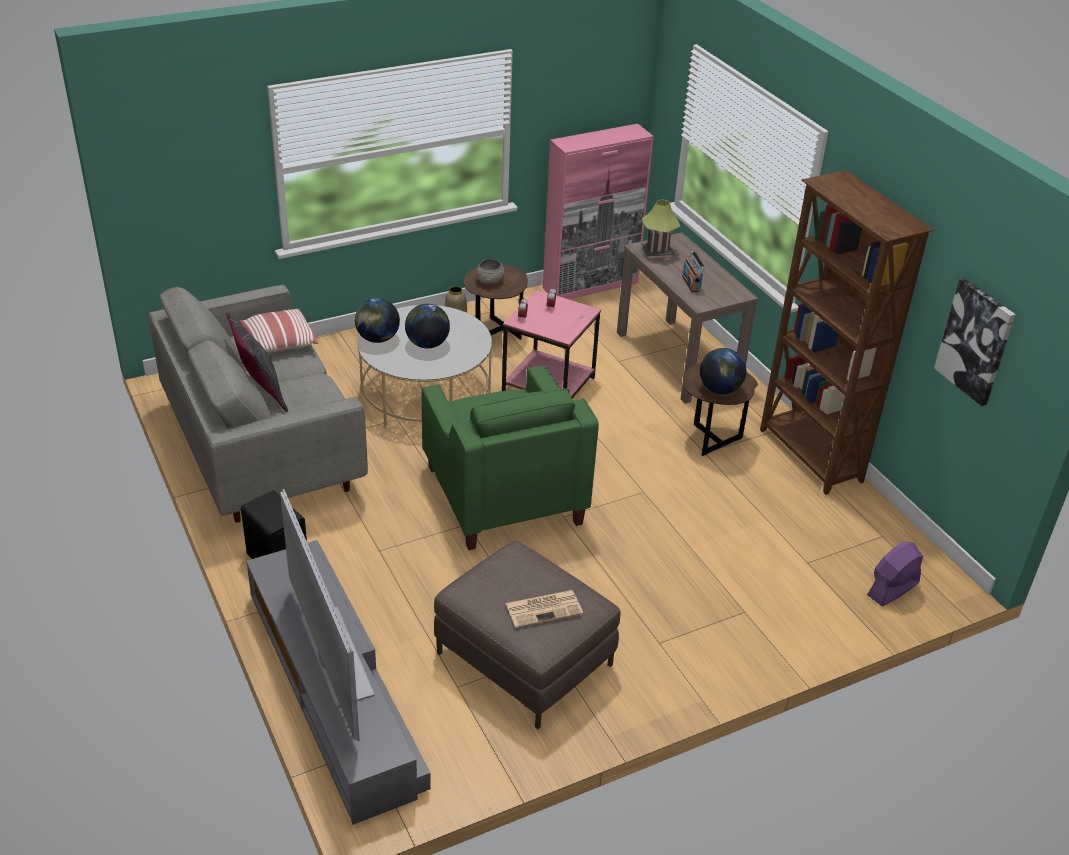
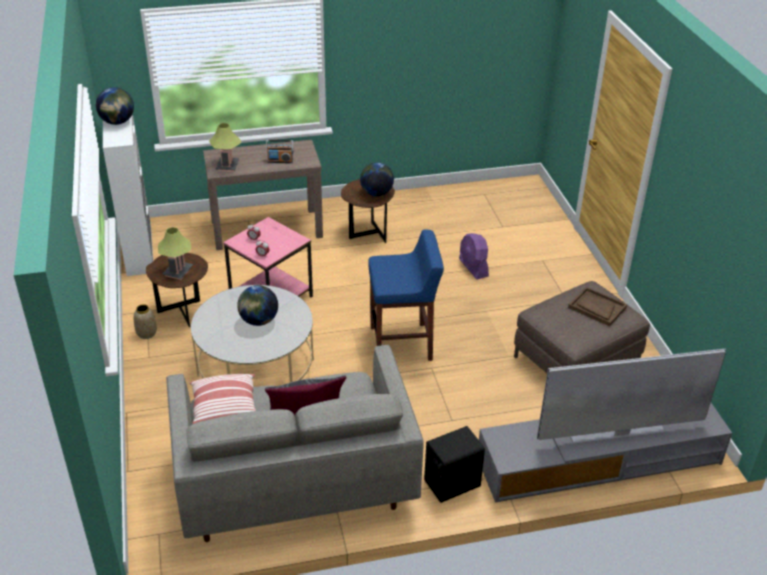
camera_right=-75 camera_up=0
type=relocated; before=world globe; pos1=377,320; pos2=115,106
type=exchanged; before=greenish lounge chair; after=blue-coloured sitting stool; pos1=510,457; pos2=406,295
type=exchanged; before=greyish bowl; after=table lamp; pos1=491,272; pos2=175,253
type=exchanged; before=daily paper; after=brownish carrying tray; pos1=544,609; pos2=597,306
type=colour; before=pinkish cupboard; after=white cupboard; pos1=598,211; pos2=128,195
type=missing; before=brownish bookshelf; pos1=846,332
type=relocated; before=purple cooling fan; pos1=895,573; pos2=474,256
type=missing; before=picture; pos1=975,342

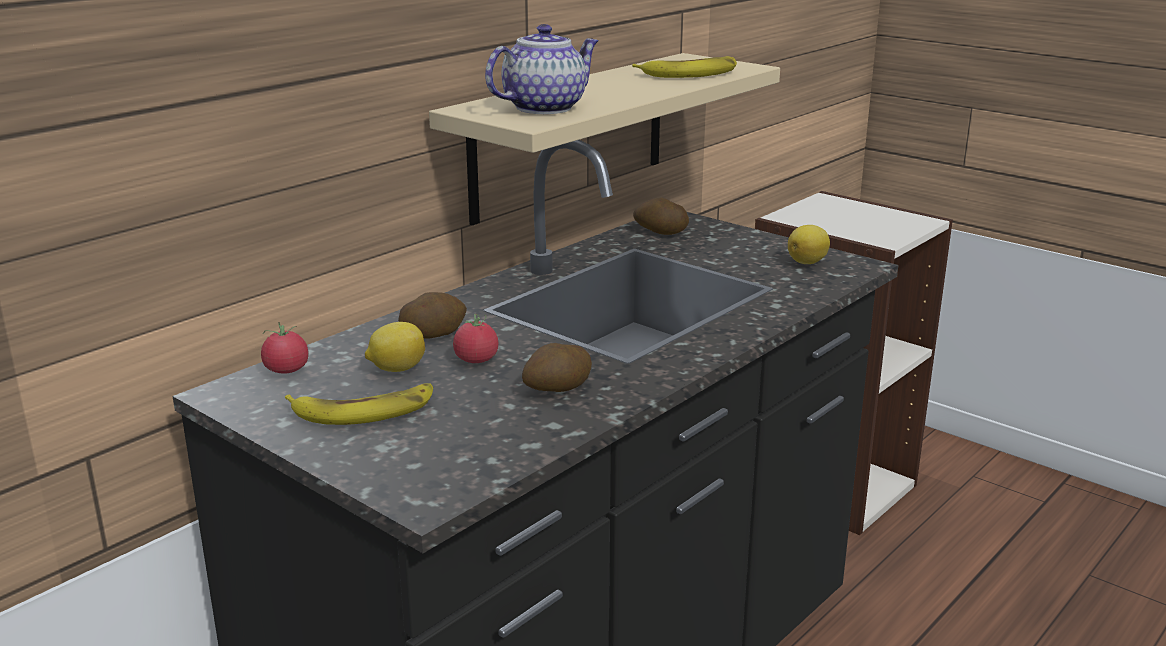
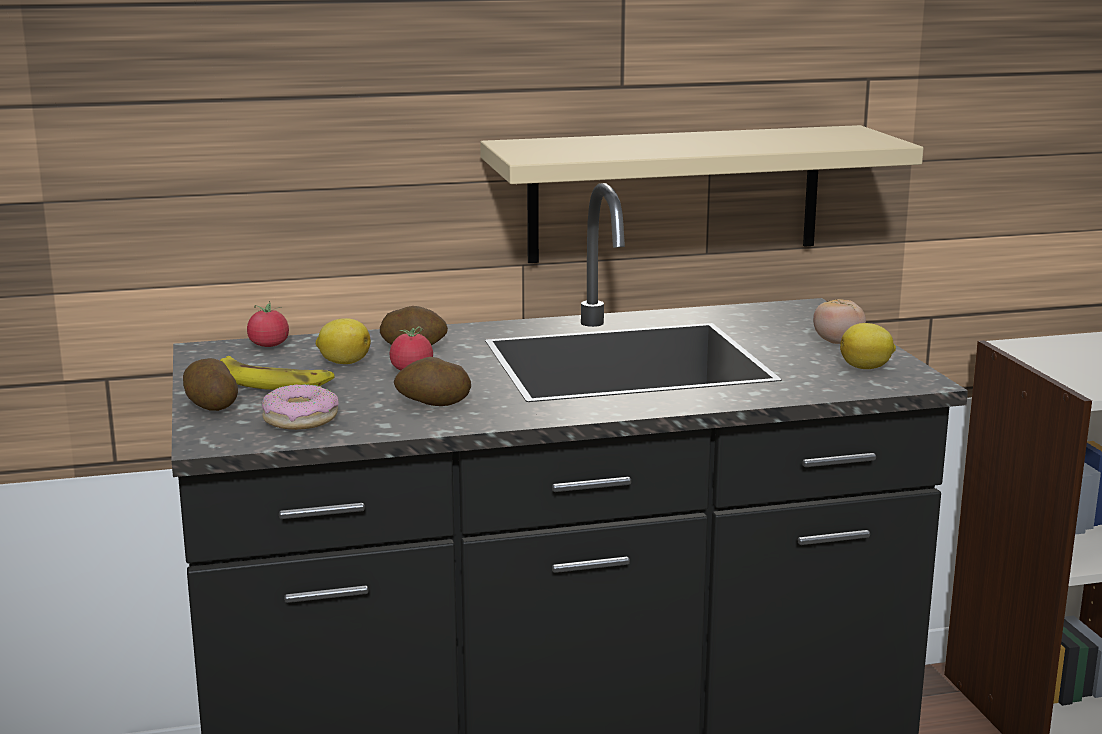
camera_right=35 camera_up=-5
type=missing; before=teapot; pos1=542,69
type=missing; before=whole banana; pos1=684,67
type=relocated; before=potato; pos1=661,216; pos2=210,384
type=appeared; after=donut; pos2=300,407
type=appeared; after=fresh tomato; pos2=839,321

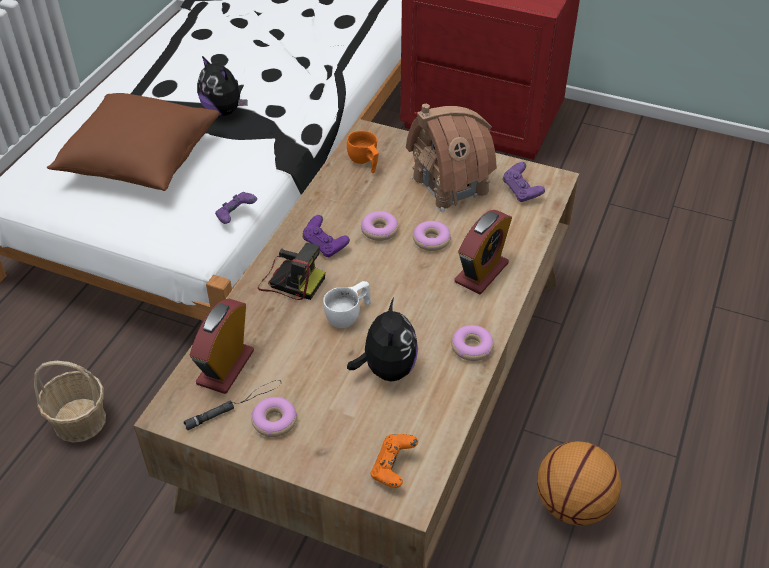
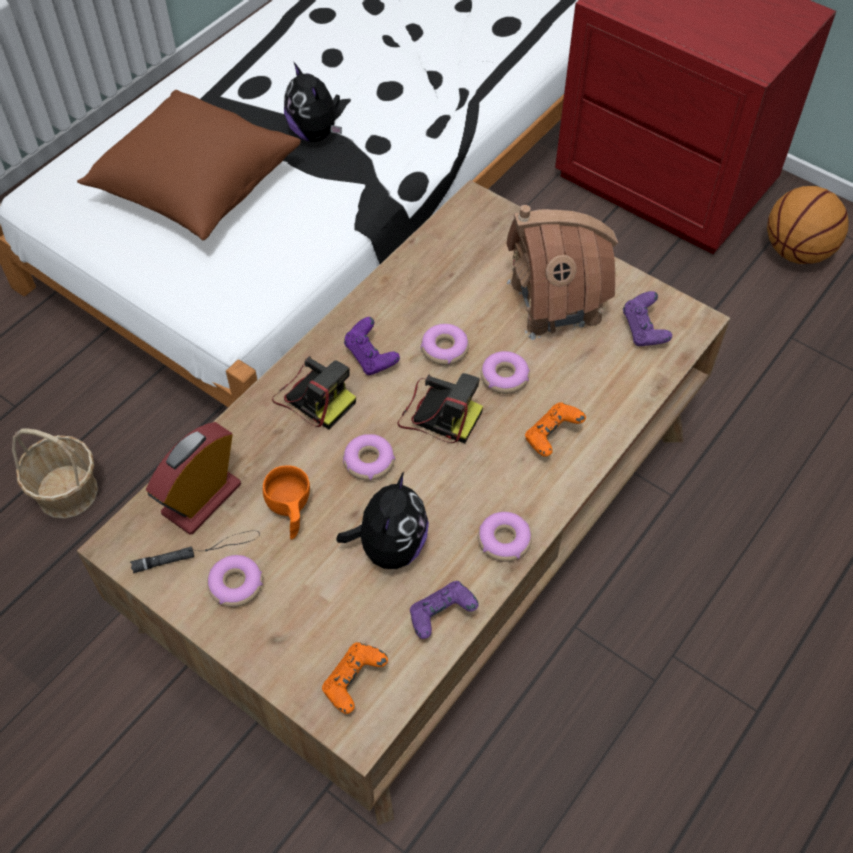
camera_right=15 camera_up=10
type=relocated; before=purple gamepad; pos1=236,208; pos2=444,610
type=exchanged; before=white drinking cup; after=donut; pos1=347,304; pos2=369,457
type=relocated; before=orange-coloured drinking cup; pos1=363,152; pos2=286,502
type=exchanged; before=bedside clock; after=orange-coloured gamepad; pos1=483,252; pos2=555,429
type=relocated; before=basketball ball; pos1=579,483; pos2=808,225
type=appeared; after=photo camera; pos2=440,408

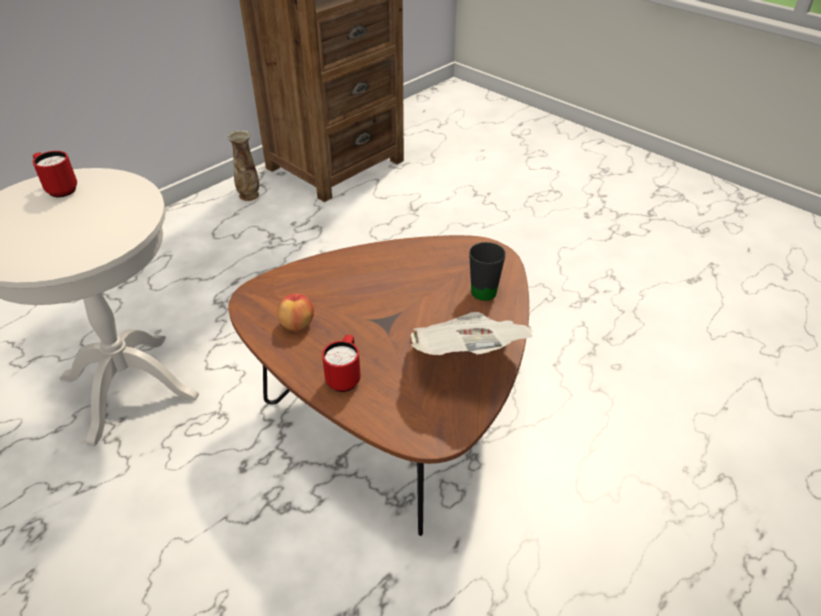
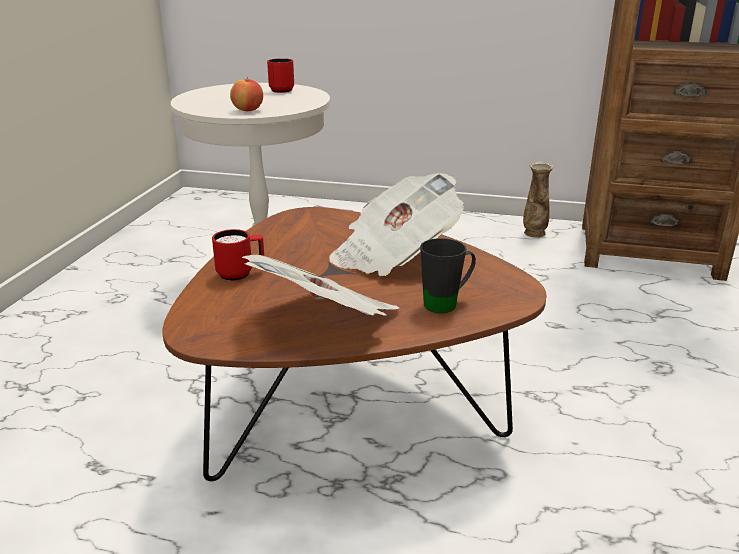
camera_right=60 camera_up=-15
type=relocated; before=apple; pos1=295,312; pos2=246,94
type=appeared; after=daily paper; pos2=396,224

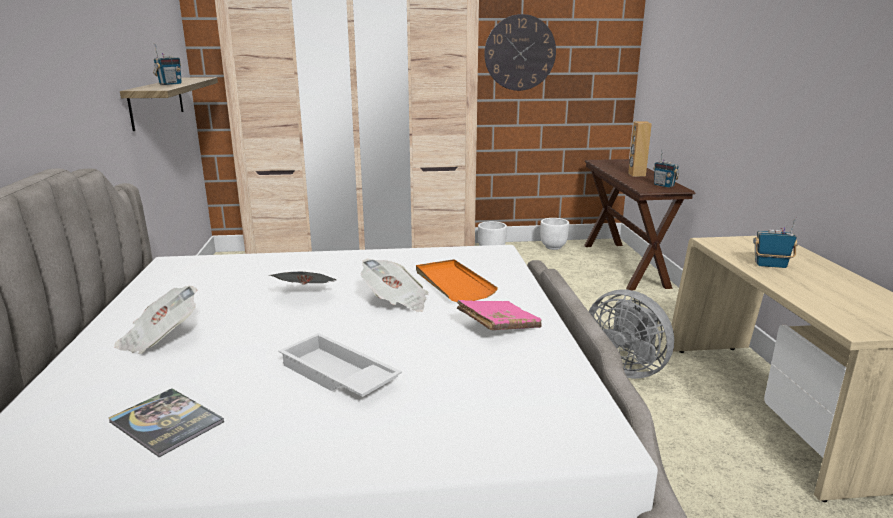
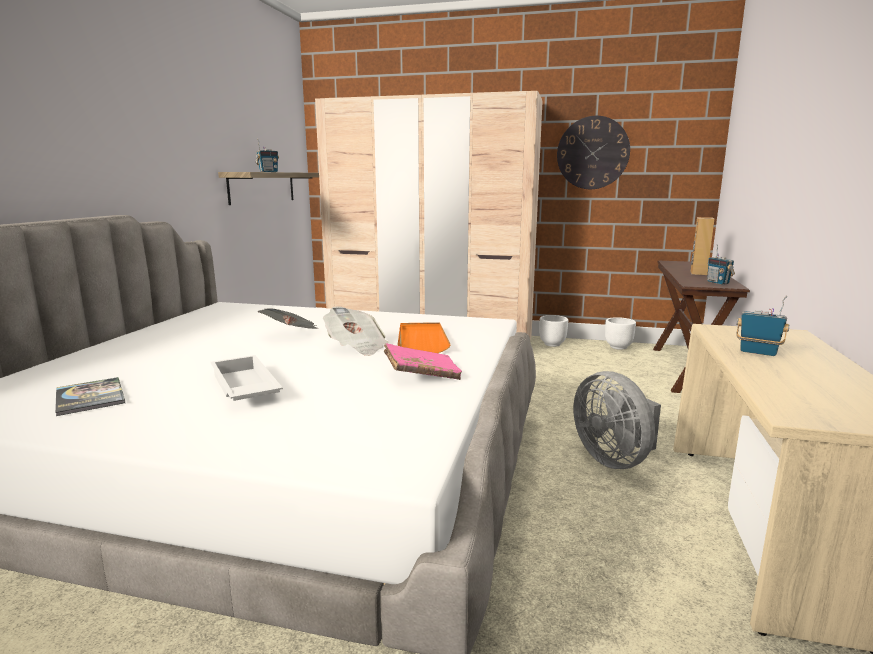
camera_right=20 camera_up=-5
type=missing; before=daily paper; pos1=156,320

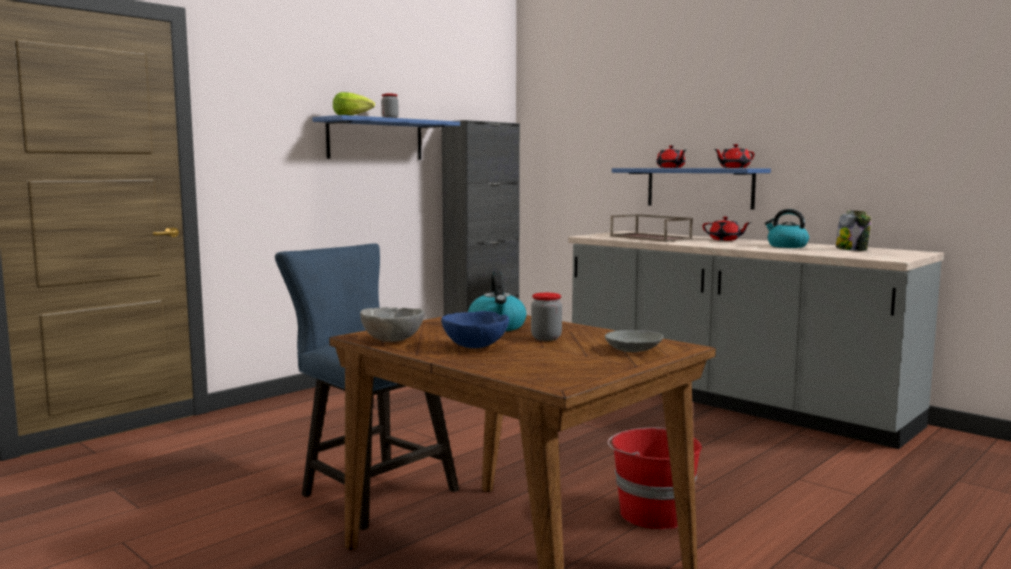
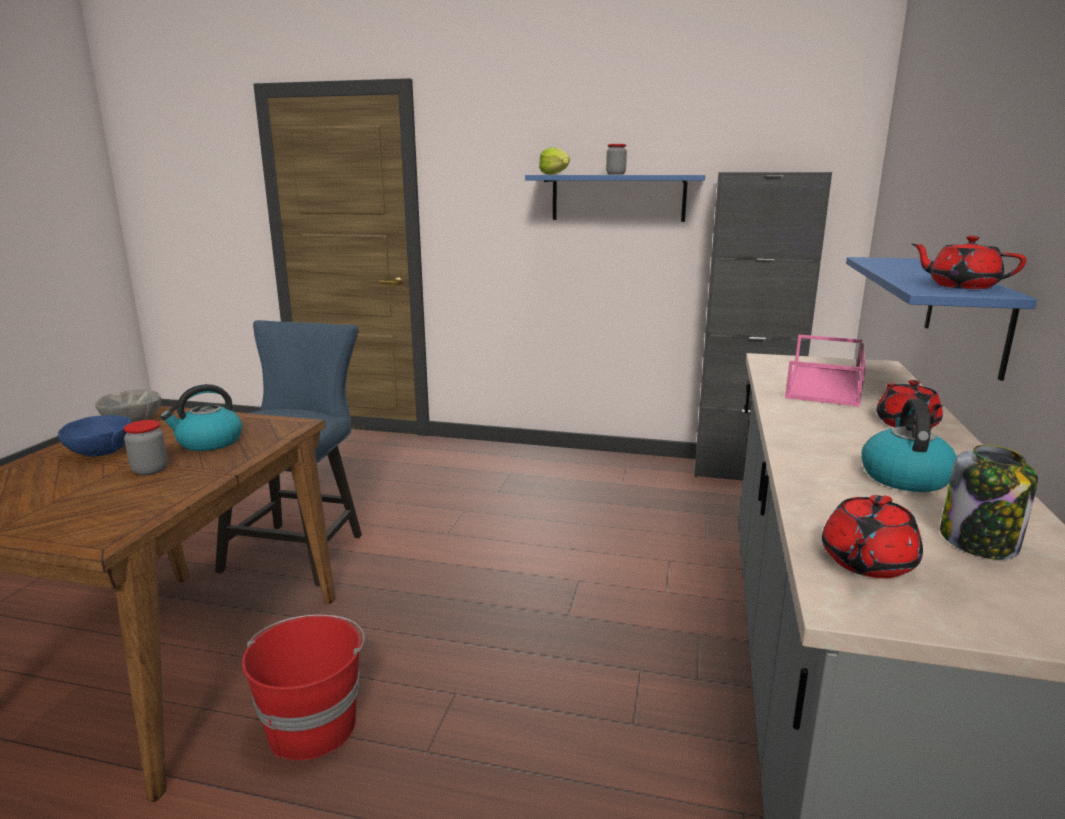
camera_right=60 camera_up=10
type=missing; before=greyish bowl; pos1=634,341
type=colour; before=brownish carrying tray; after=pinkish carrying tray; pos1=651,228; pos2=825,371
type=relocated; before=reddish teapot; pos1=671,156; pos2=872,536

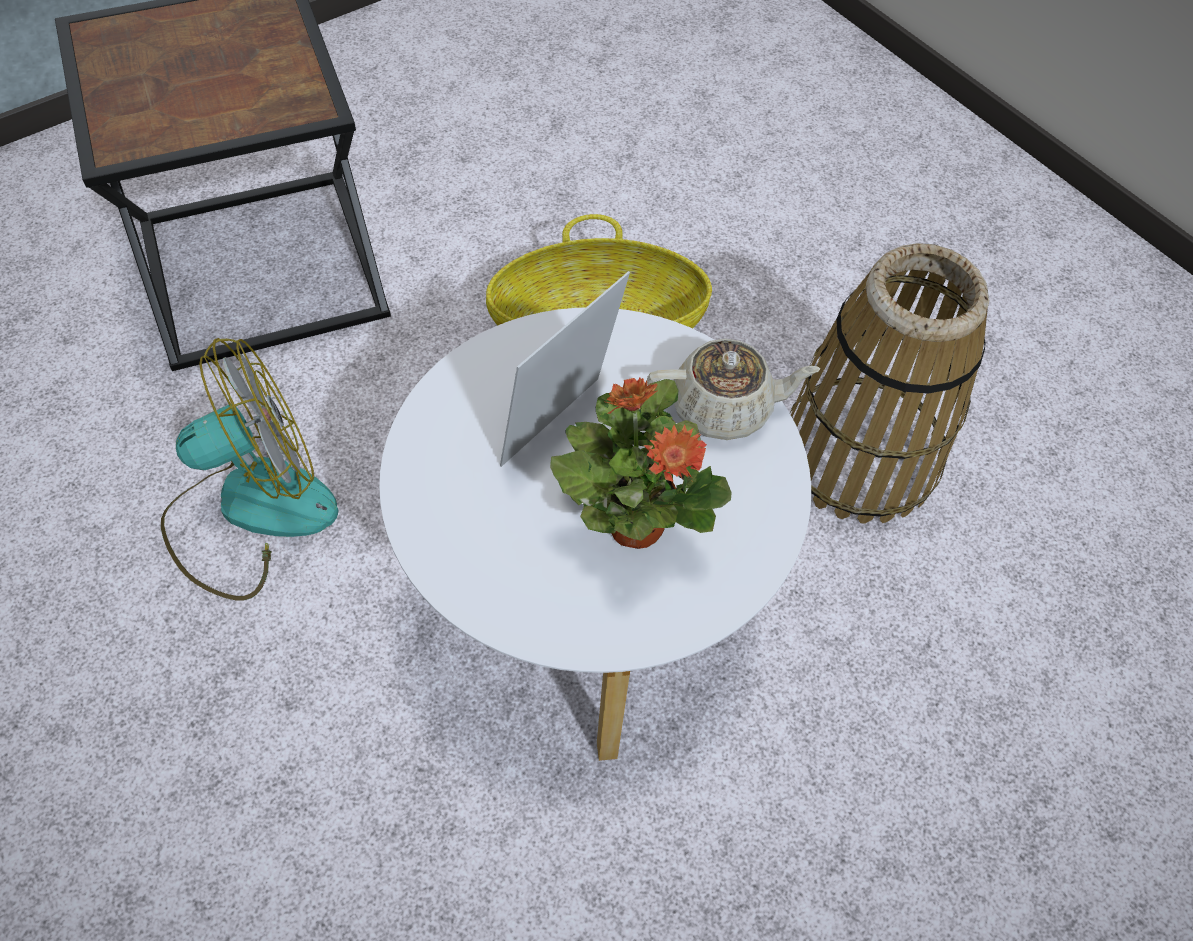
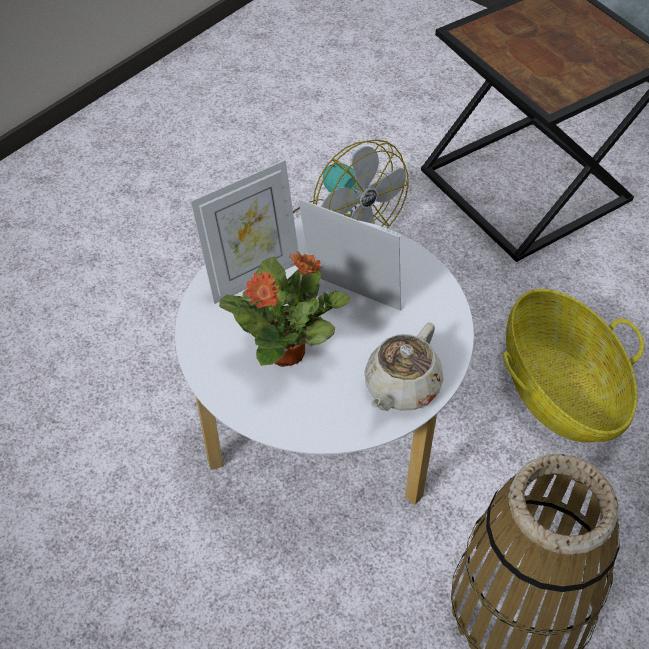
camera_right=80 camera_up=-5
type=spun; before=beige-coloured teapot; pos1=733,389; pos2=403,366; turn=45
type=appeared; after=picture frame; pos2=245,232

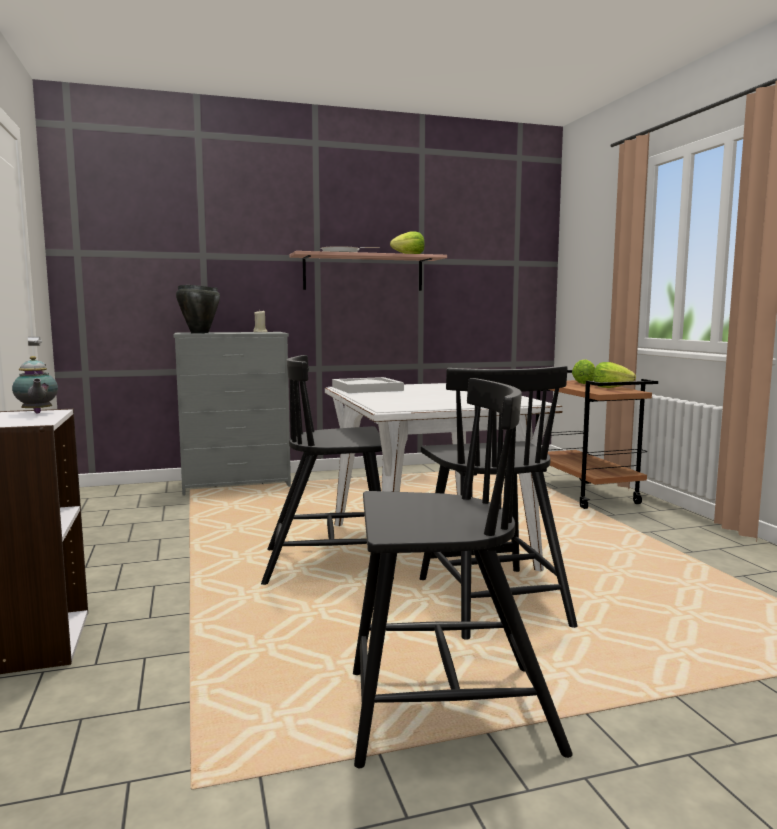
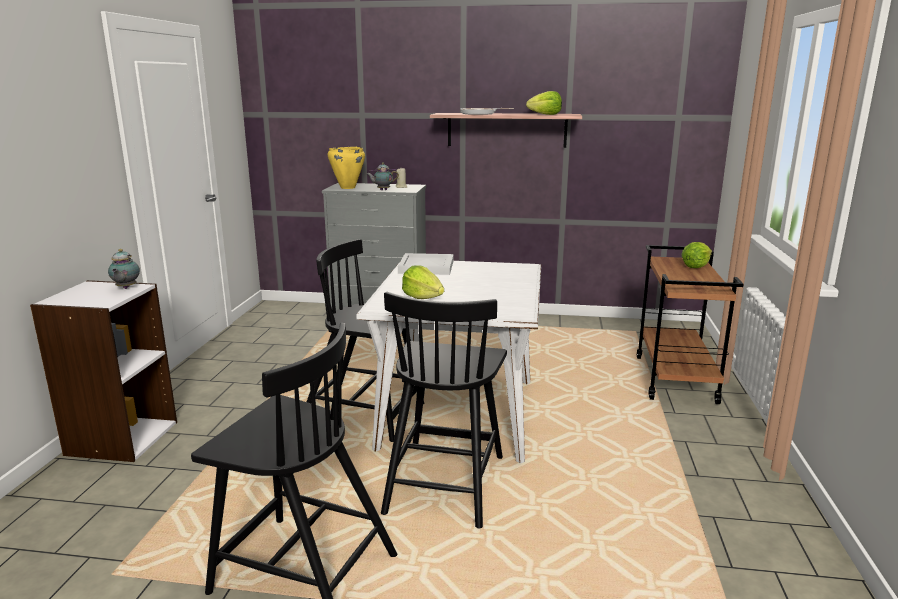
camera_right=25 camera_up=10
type=colour; before=black stockpot; after=yellow-coloured stockpot; pos1=198,309; pos2=346,168
type=relocated; before=head of lettuce; pos1=614,375; pos2=423,282
type=appeared; after=teapot; pos2=383,176

